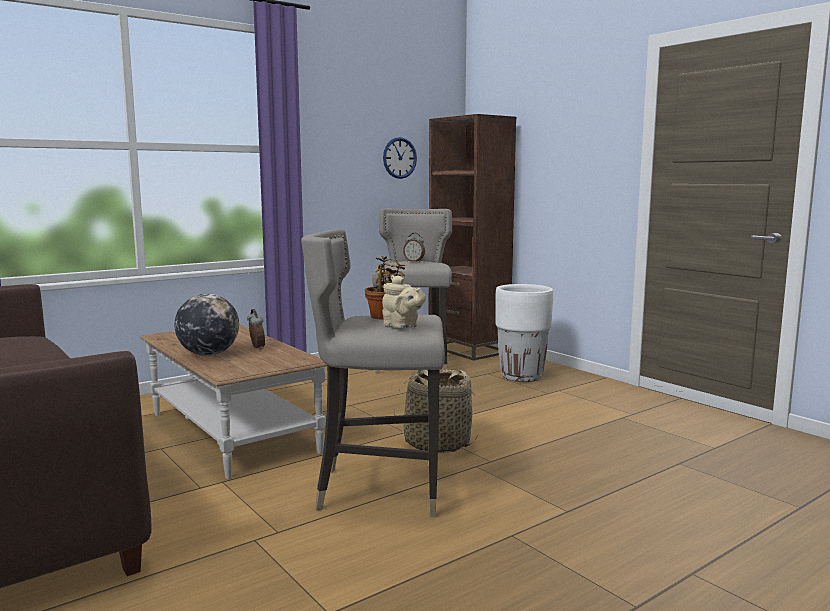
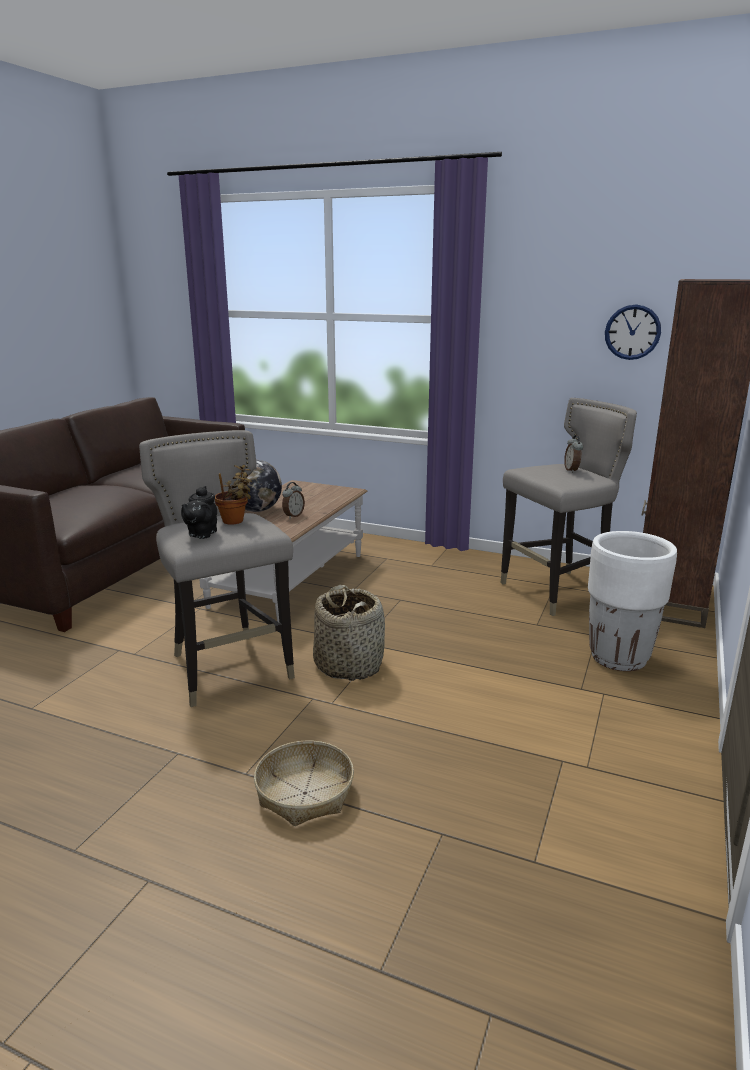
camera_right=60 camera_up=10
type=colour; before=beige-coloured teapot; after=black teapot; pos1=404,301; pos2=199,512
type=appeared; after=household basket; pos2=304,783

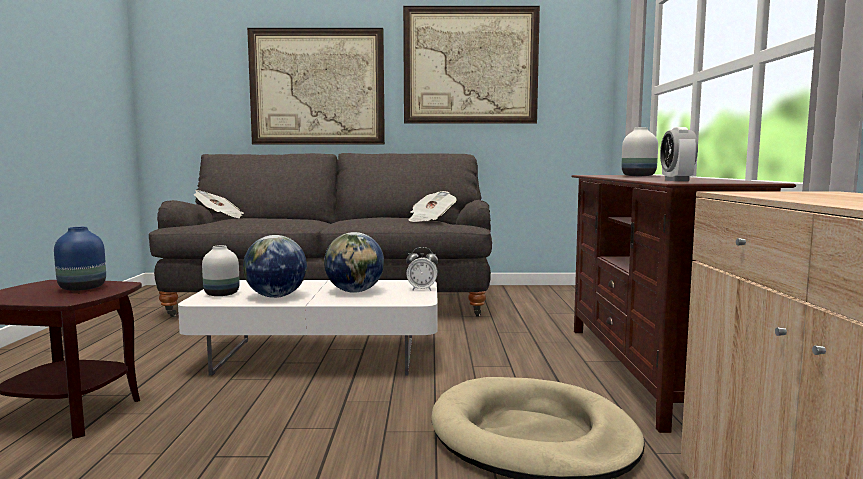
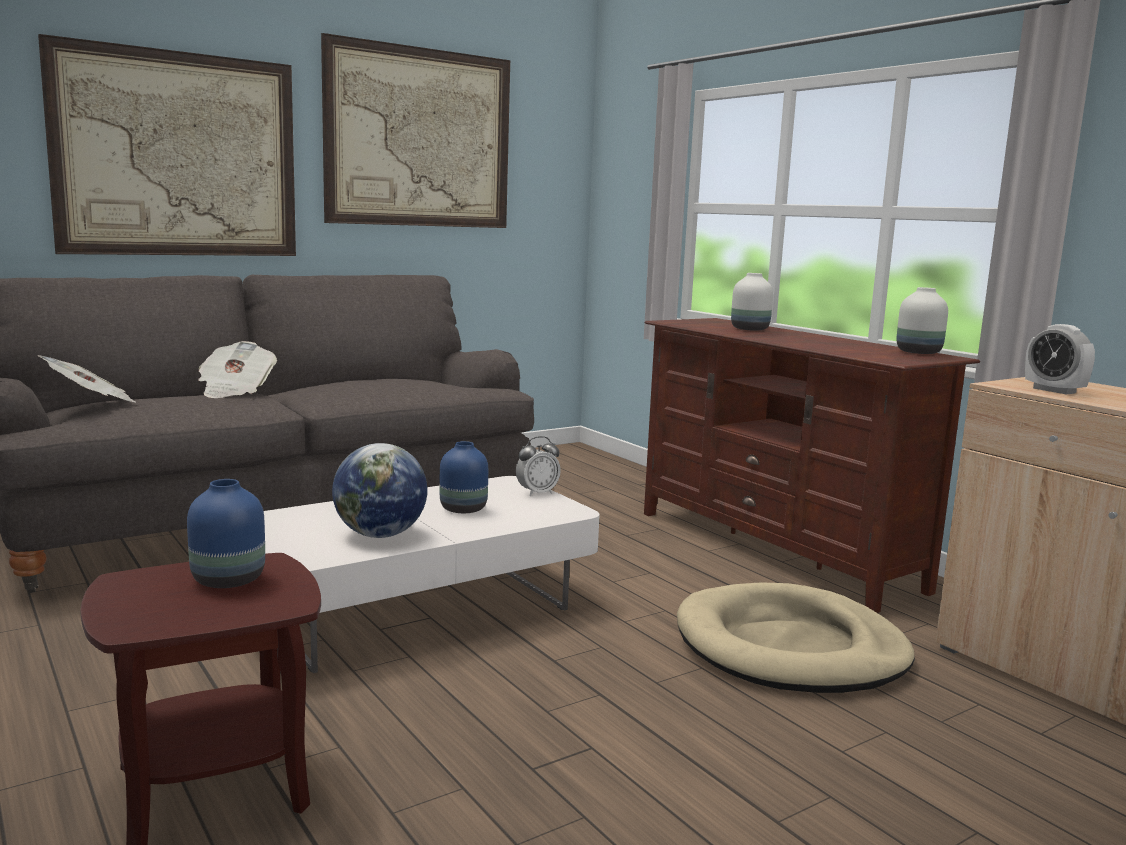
camera_right=-35 camera_up=5
type=relocated; before=white vase; pos1=220,270; pos2=922,320
type=exchanged; before=world globe; after=blue-coloured vase; pos1=354,262; pos2=464,477
type=relocated; before=daily paper; pos1=433,206; pos2=237,369
type=relocated; before=bedside clock; pos1=679,154; pos2=1060,359

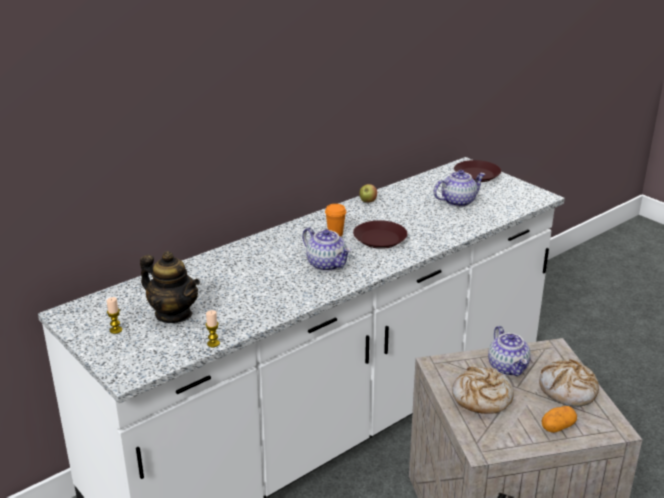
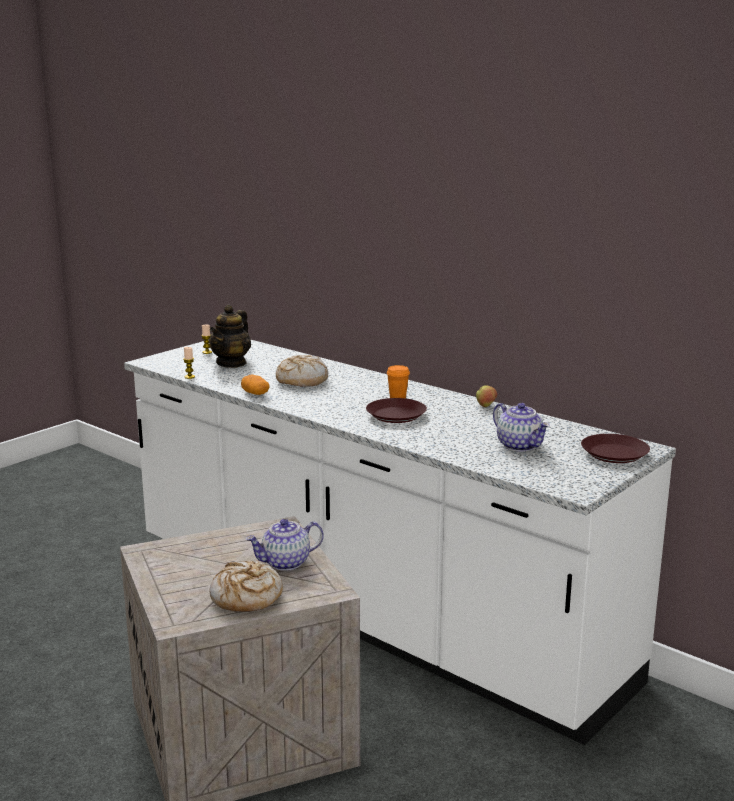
camera_right=80 camera_up=-10
type=missing; before=teapot; pos1=326,249
type=relocated; before=bakery bread; pos1=483,390; pos2=302,371
type=relocated; before=potato; pos1=559,419; pos2=255,385

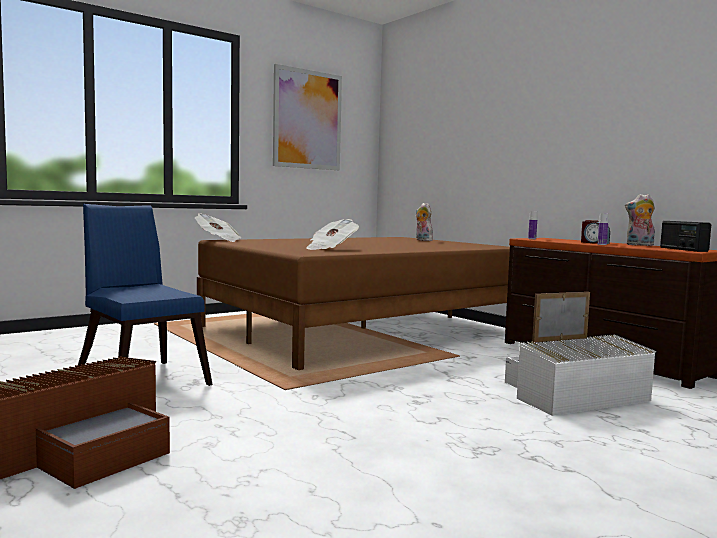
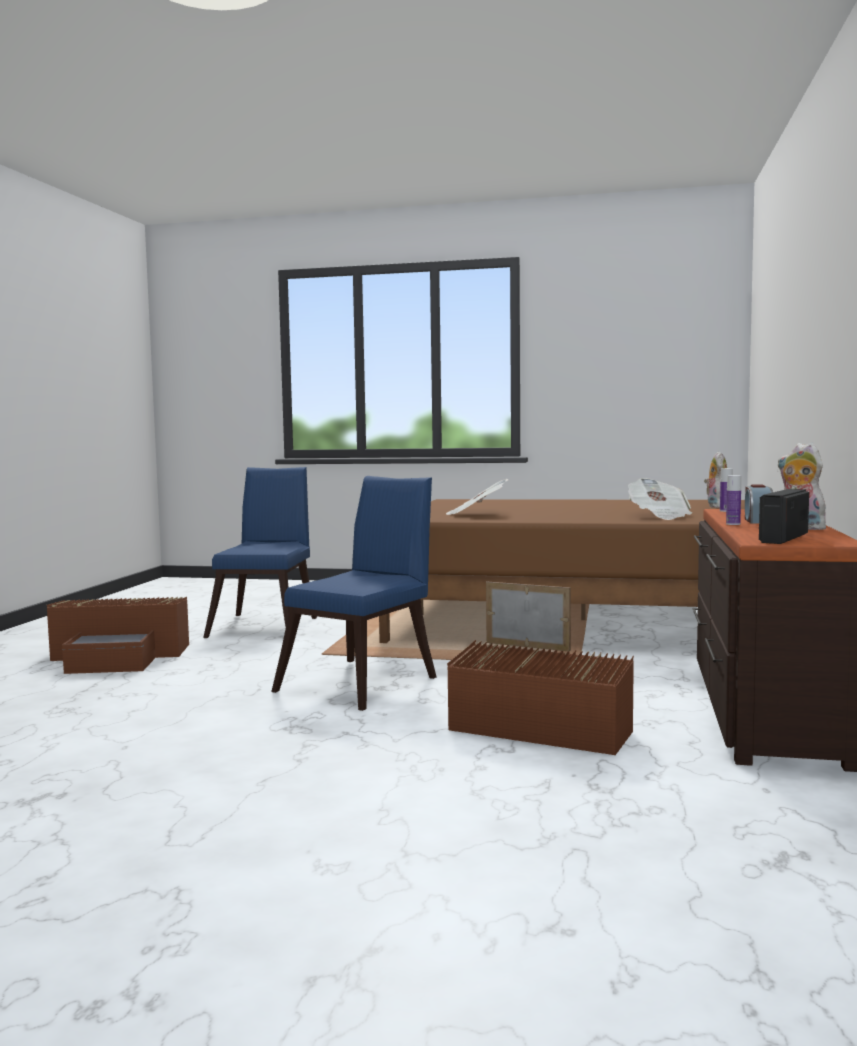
camera_right=50 camera_up=0
type=relocated; before=daily paper; pos1=218,227; pos2=660,499
type=missing; before=picture; pos1=307,117
type=colour; before=white storage bin; after=brownish storage bin; pos1=580,375; pos2=540,697
type=appeared; after=blue-coloured chair; pos2=354,593

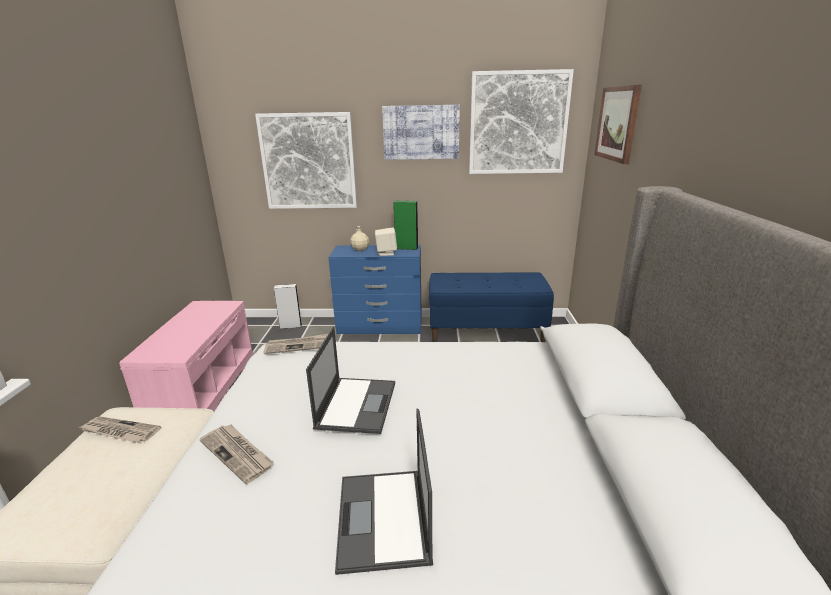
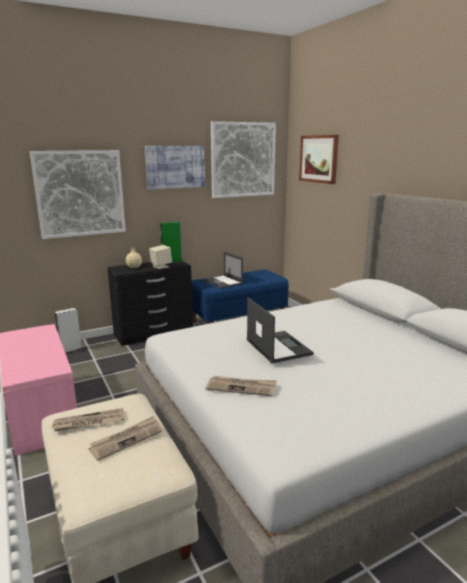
camera_right=-30 camera_up=-5
type=relocated; before=daily paper; pos1=295,344; pos2=125,438
type=colour; before=blue-coloured drawer chest; after=black drawer chest; pos1=375,289; pos2=150,303
type=relocated; before=laptop; pos1=384,492; pos2=223,270

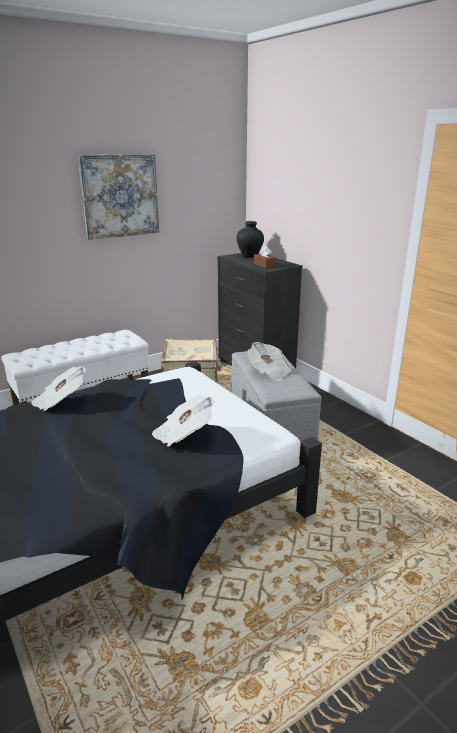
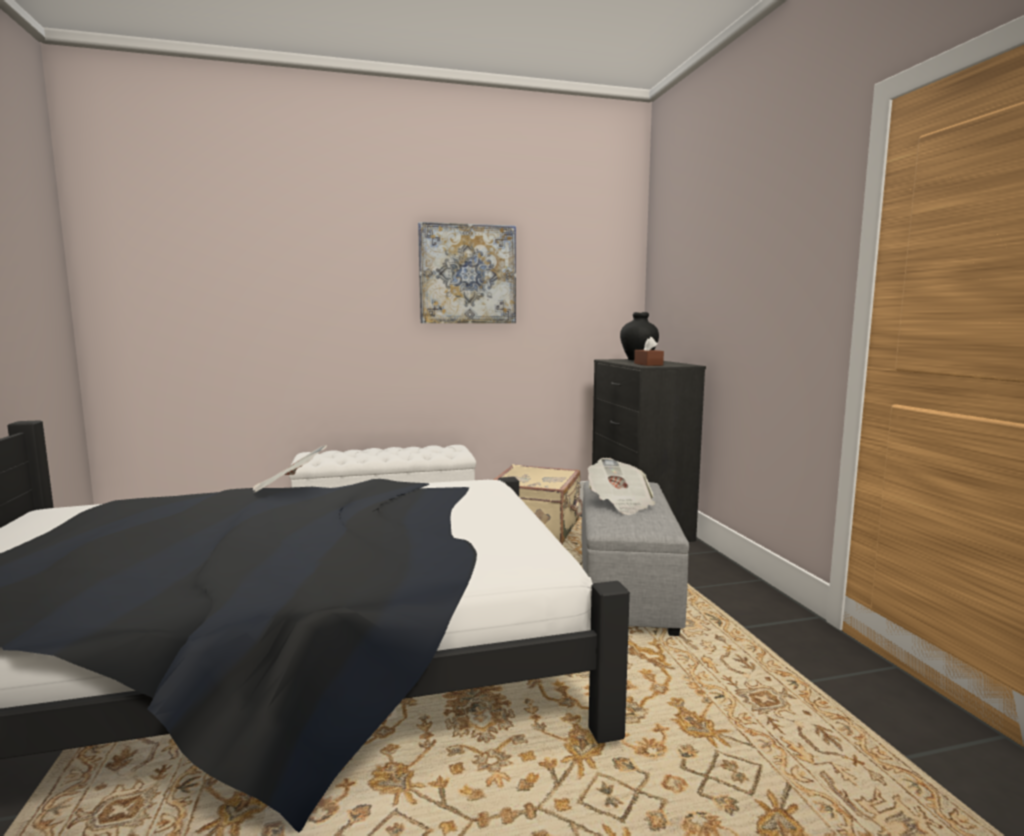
camera_right=20 camera_up=-15
type=missing; before=daily paper; pos1=183,420

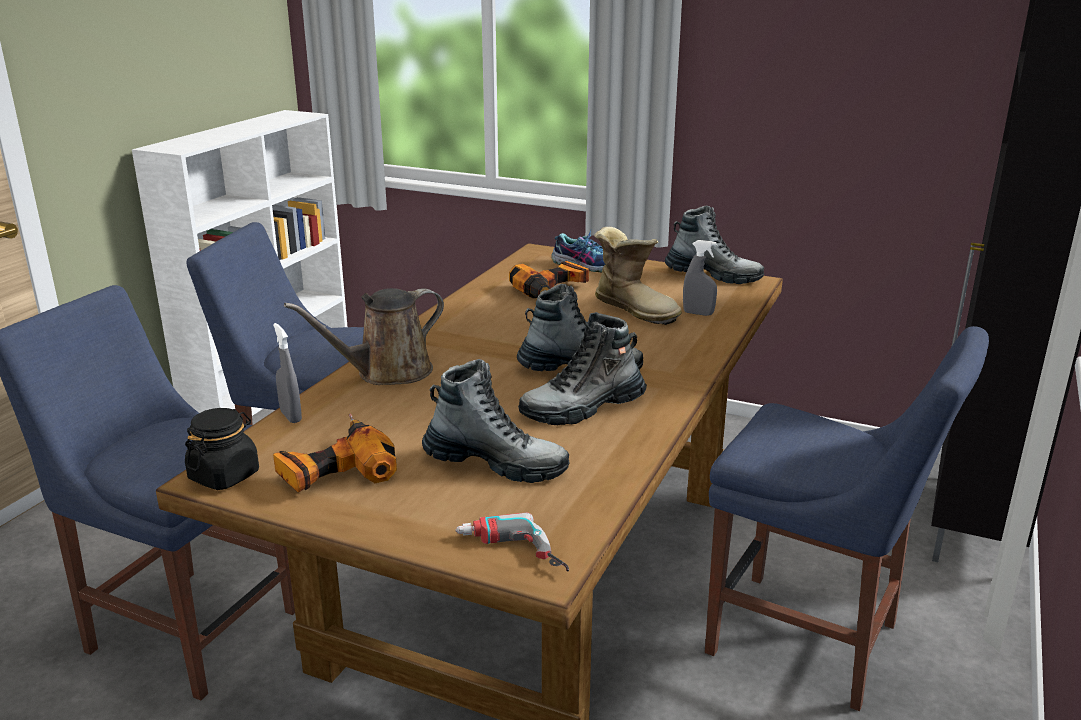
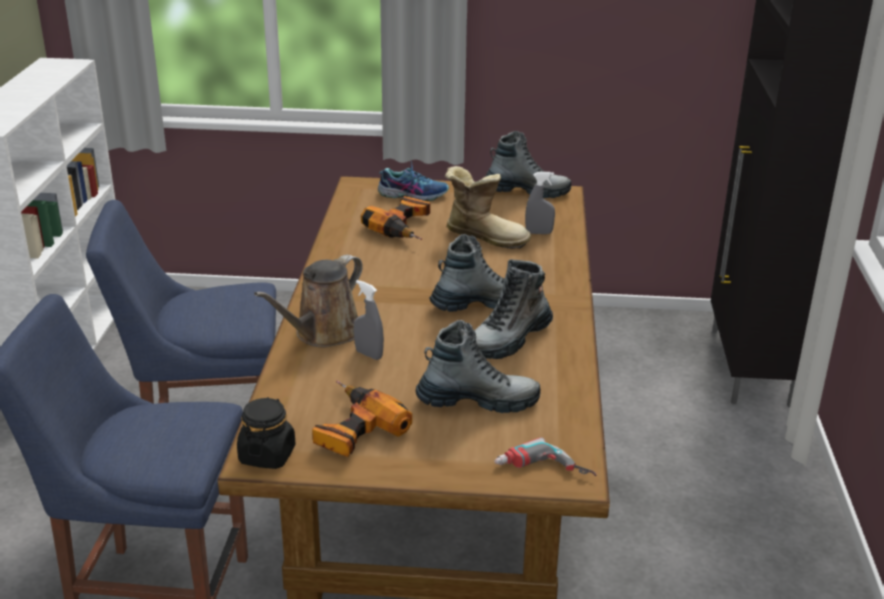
camera_right=-20 camera_up=5
type=relocated; before=greyish spray bottle; pos1=287,373; pos2=369,320
type=missing; before=blue-coloured chair; pos1=847,518

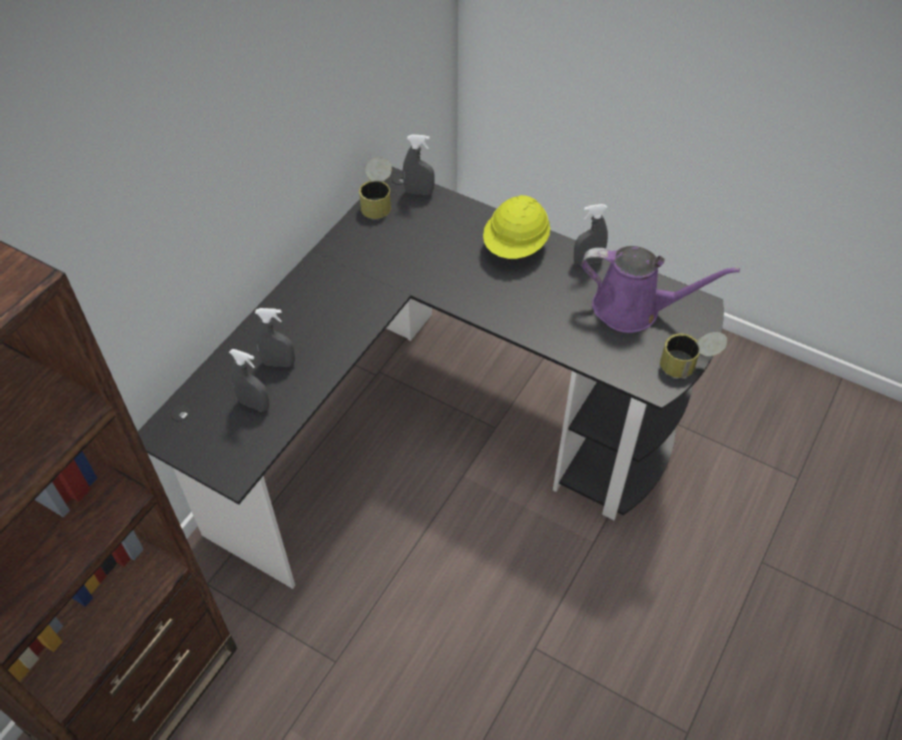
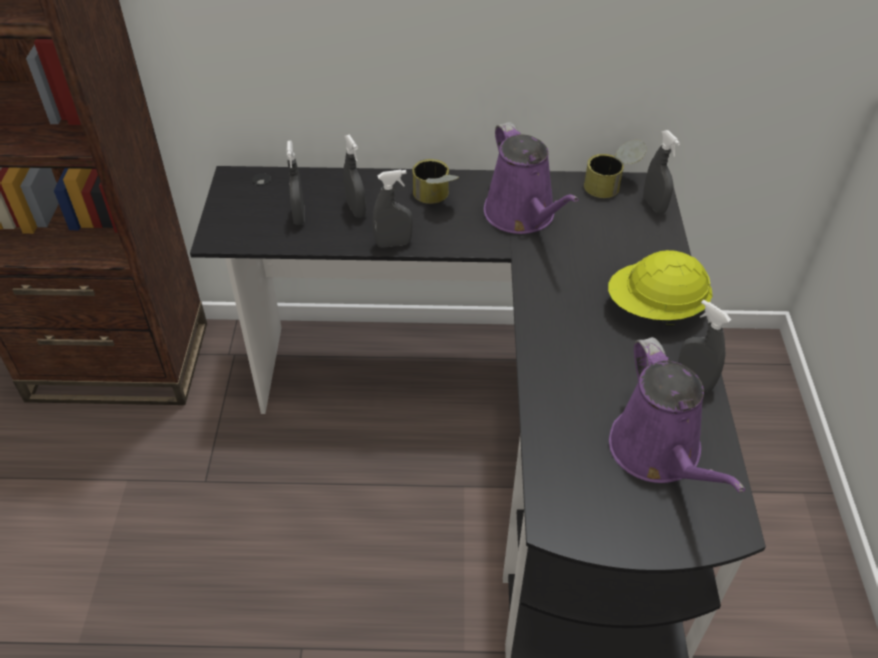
camera_right=60 camera_up=-5
type=relocated; before=sealed can; pos1=693,355; pos2=435,181
type=appeared; after=greyish spray bottle; pos2=392,209
type=appeared; after=purple watering pot; pos2=531,178

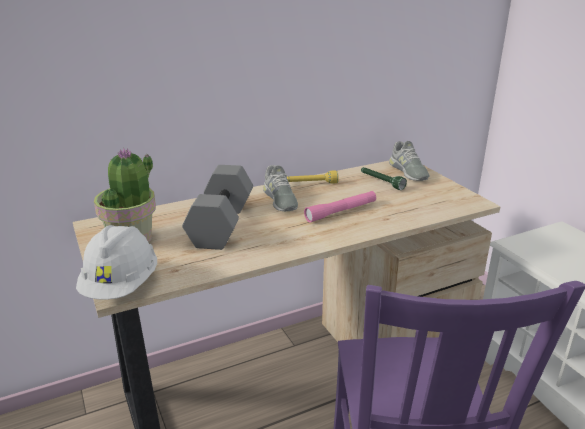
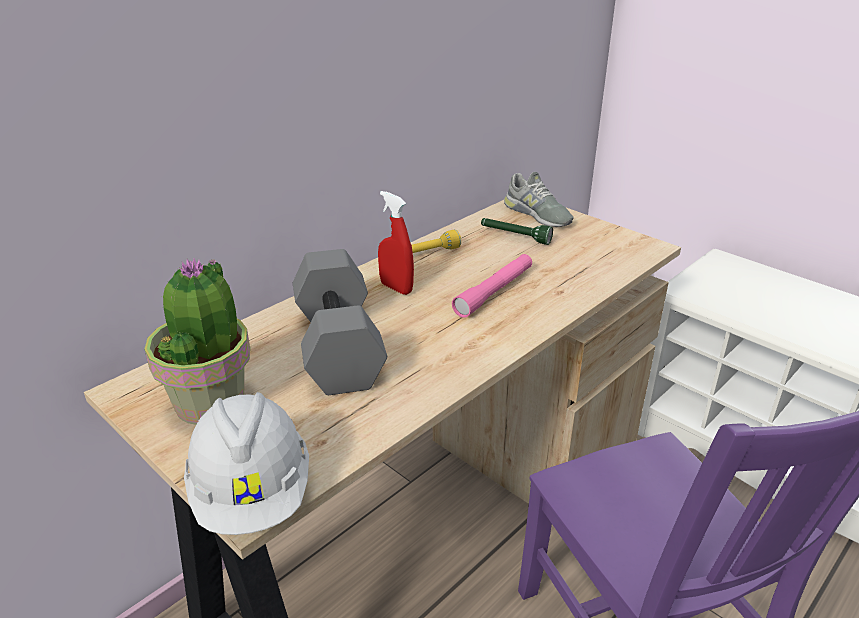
camera_right=-20 camera_up=5
type=exchanged; before=greyish shoe; after=reddish spray bottle; pos1=280,188; pos2=396,243

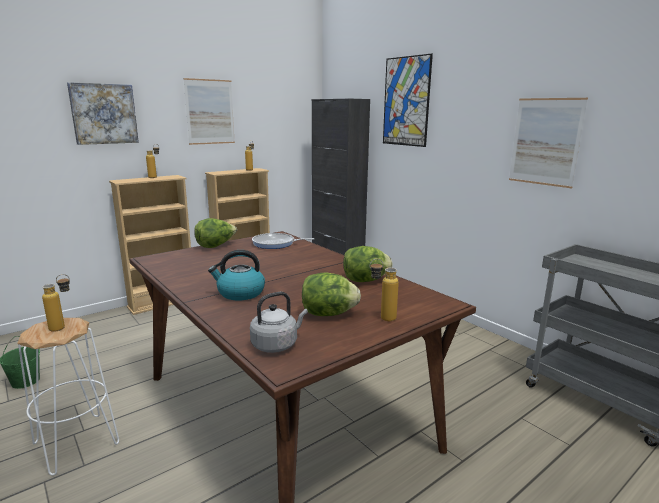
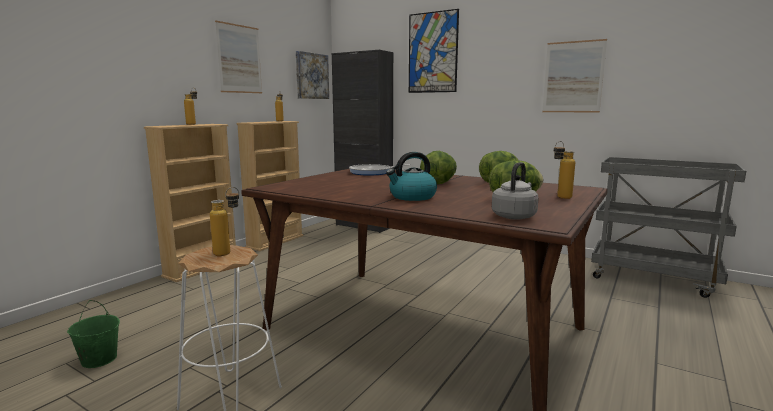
camera_right=-20 camera_up=-5
type=relocated; before=picture; pos1=103,113; pos2=312,75
type=relocated; before=head of lettuce; pos1=215,233; pos2=438,167

